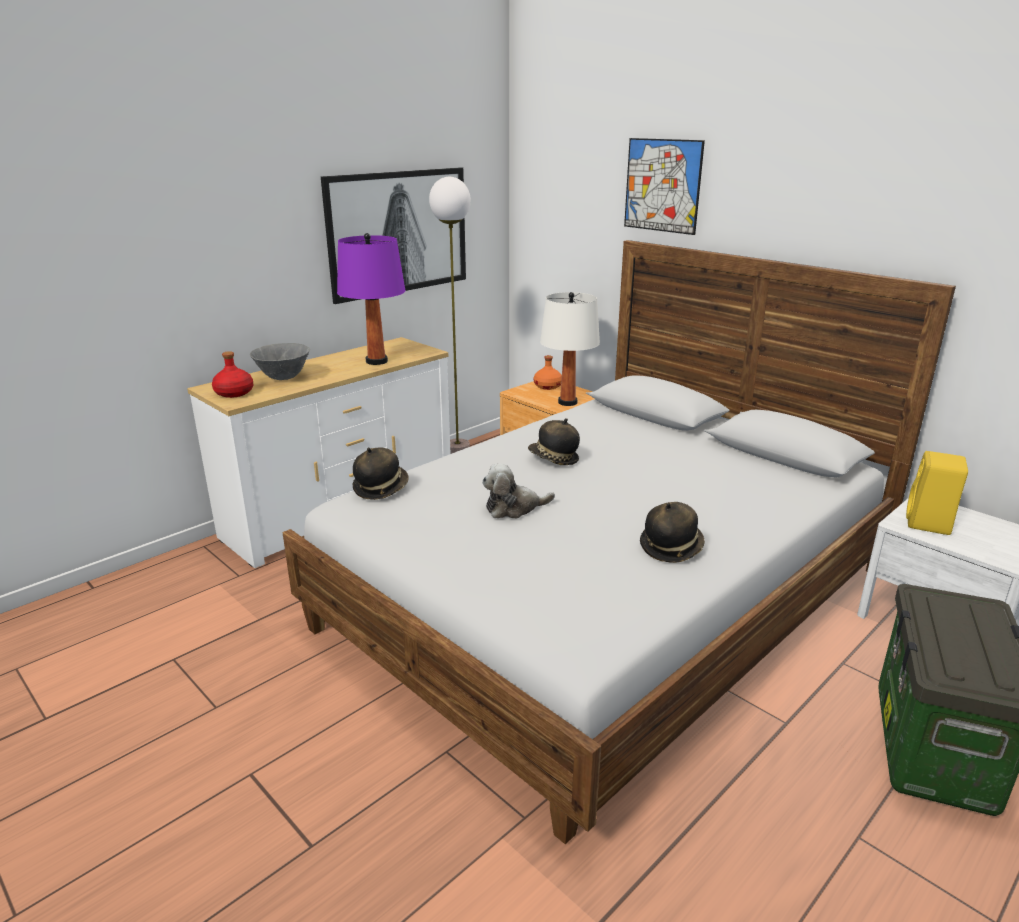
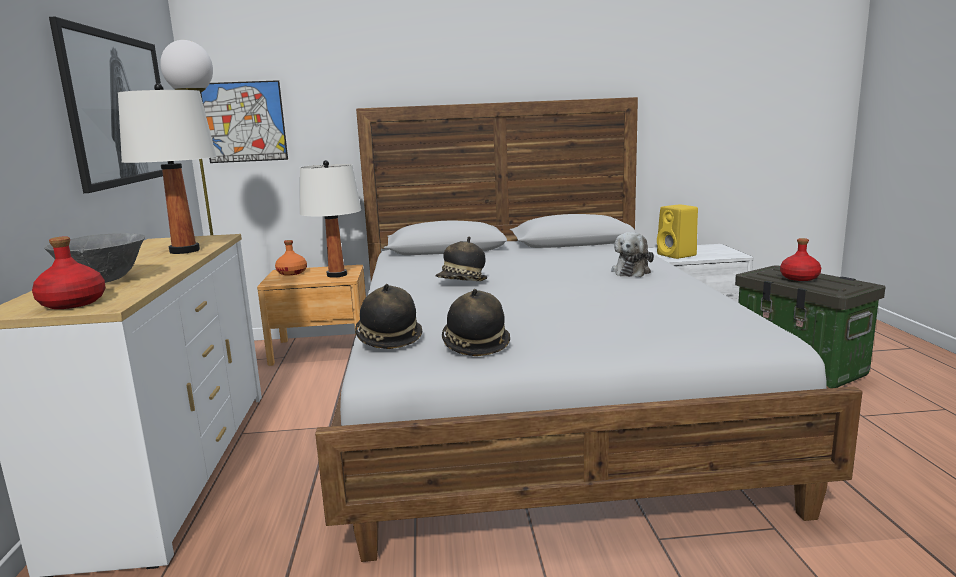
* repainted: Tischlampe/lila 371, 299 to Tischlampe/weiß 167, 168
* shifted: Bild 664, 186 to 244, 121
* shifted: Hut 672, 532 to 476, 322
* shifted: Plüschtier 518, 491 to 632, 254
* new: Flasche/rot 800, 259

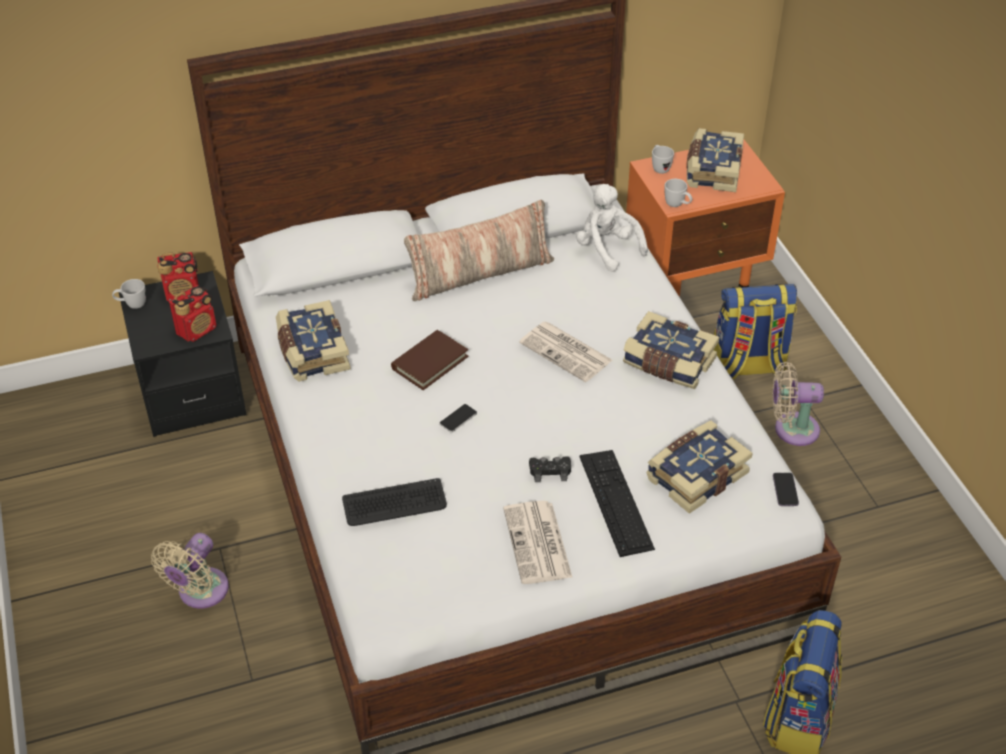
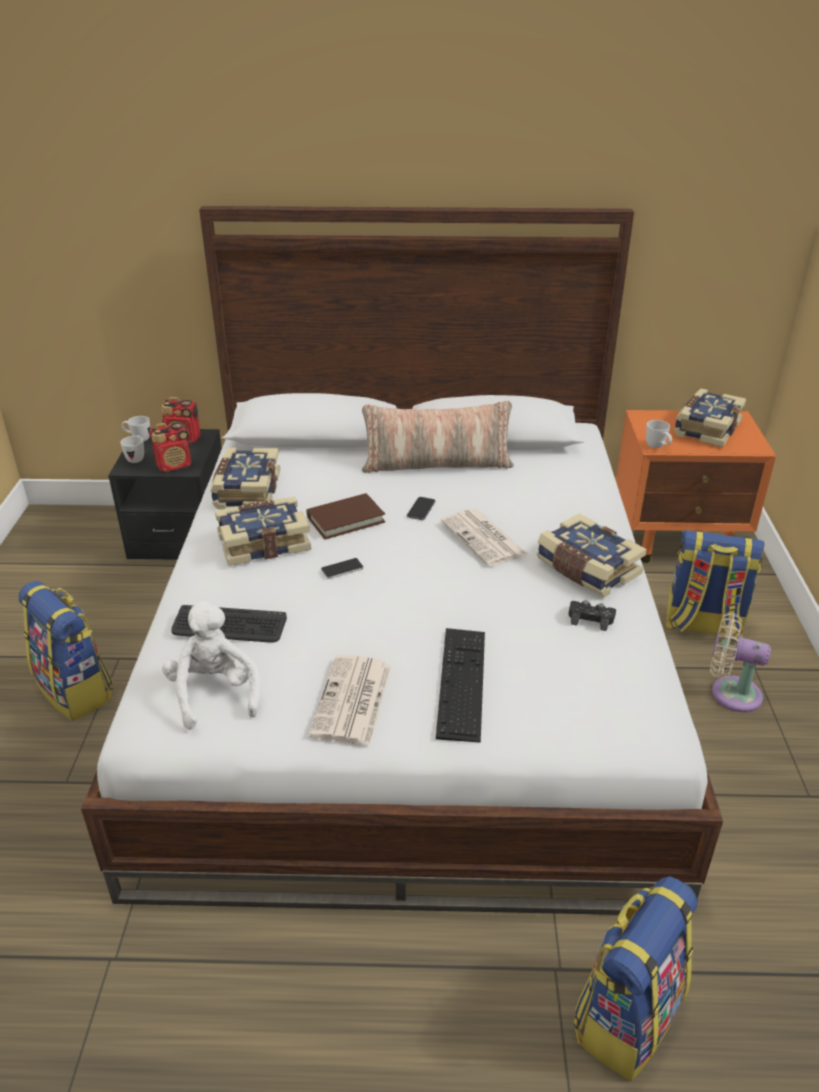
* swapped: Ventilator/beige 190, 571 to Rucksack 65, 651
* shifted: Henkelbecher/weiß 663, 159 to 132, 449
* shifted: Plüschtier/weiß 612, 228 to 211, 665
* shifted: Buch 699, 467 to 263, 531
* shifted: Handy 786, 489 to 421, 508
* shifted: Gamepad/schwarz 550, 469 to 592, 615

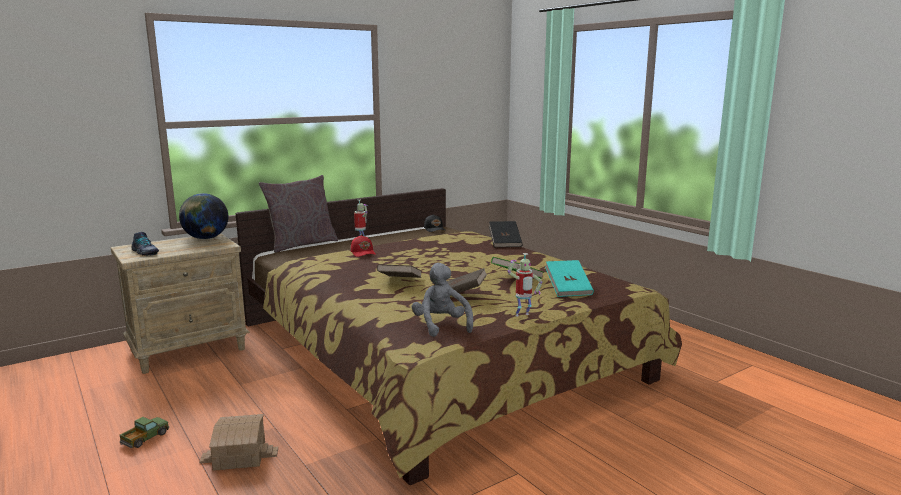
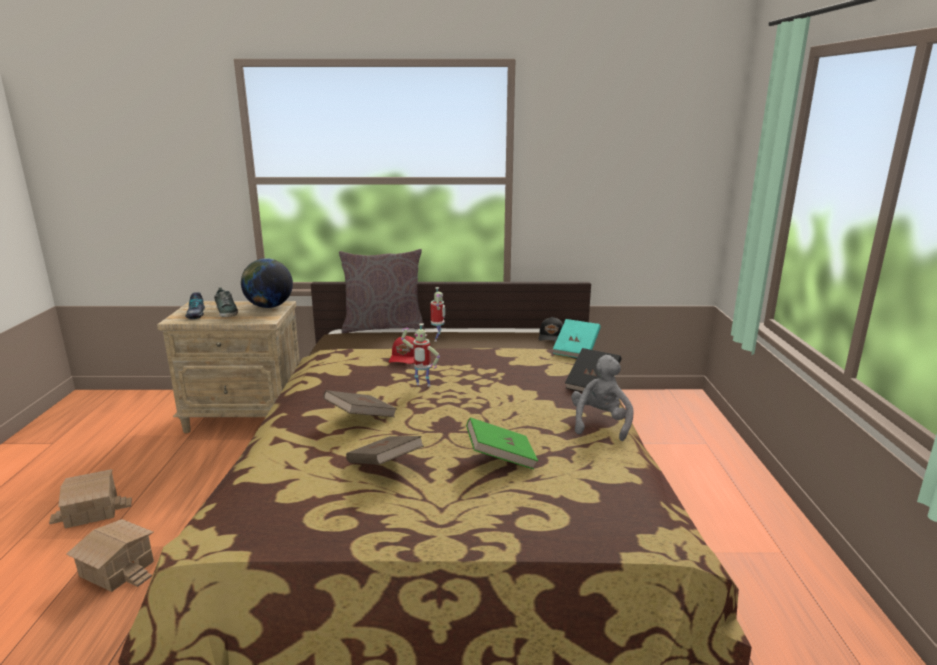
* swapped: Spielzeuglaster 144, 432 to Spielzeughaus 90, 499
* new: Schuh 226, 302
* shifted: Spielzeugroboter 524, 284 to 420, 355
* shifted: Buch/türkis 569, 278 to 577, 338
* shifted: Plüschtier/grau 442, 300 to 602, 398

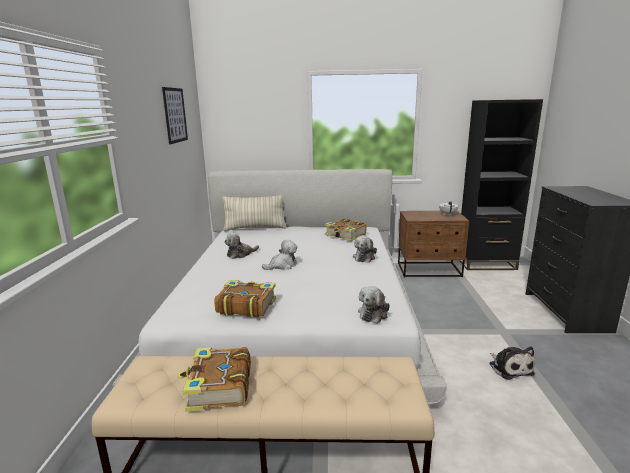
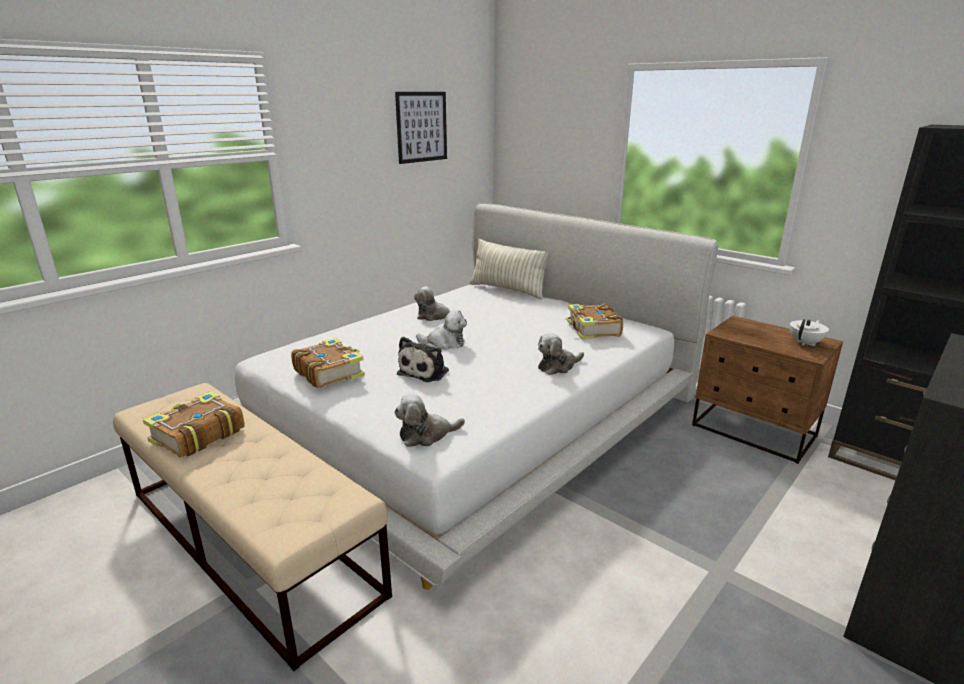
* shifted: Plüschtier 512, 363 to 423, 359

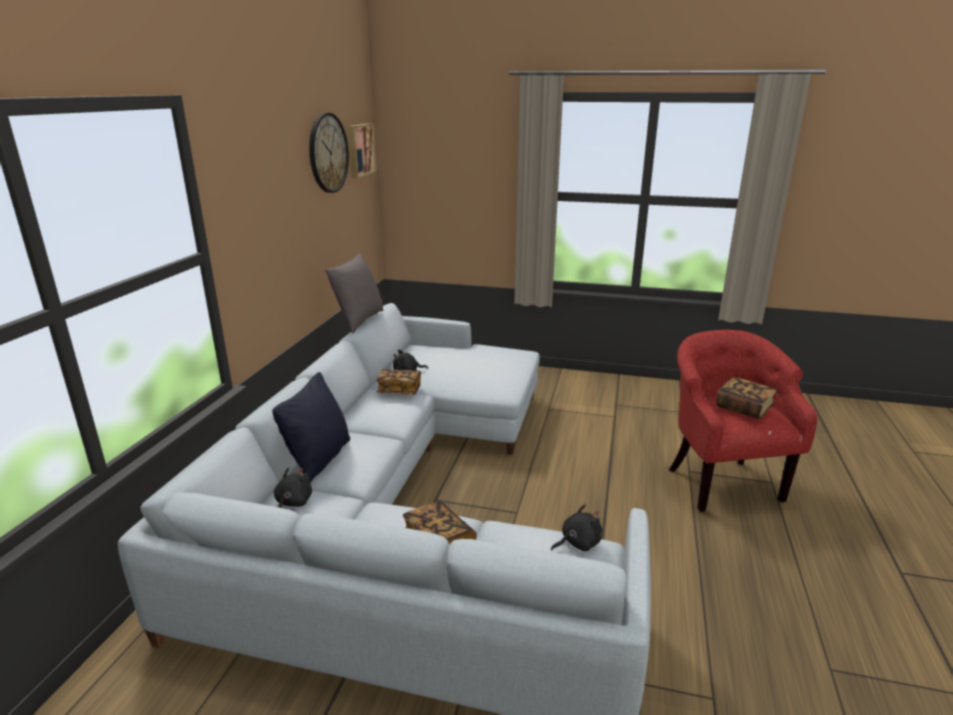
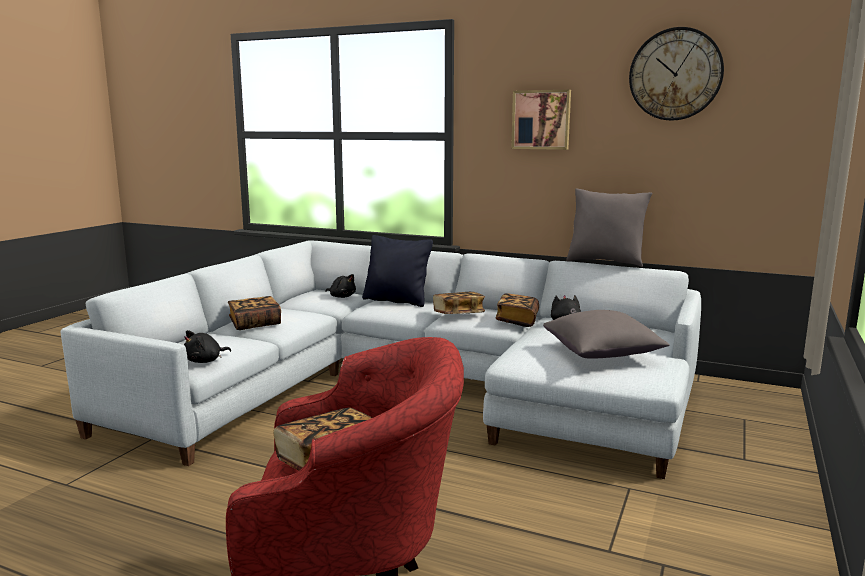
* rotated: Plüschtier/schwarz 576, 527 = 207, 346 60 degrees clockwise
* new: Buch 459, 303
* shifted: Bild 362, 150 to 541, 120
* new: Kissen/grau 606, 334

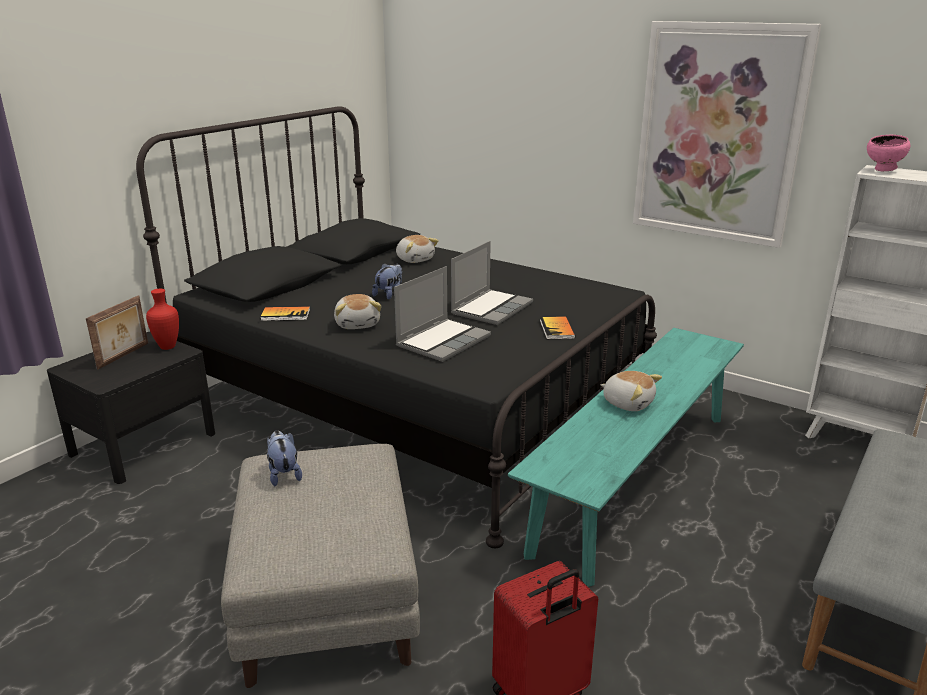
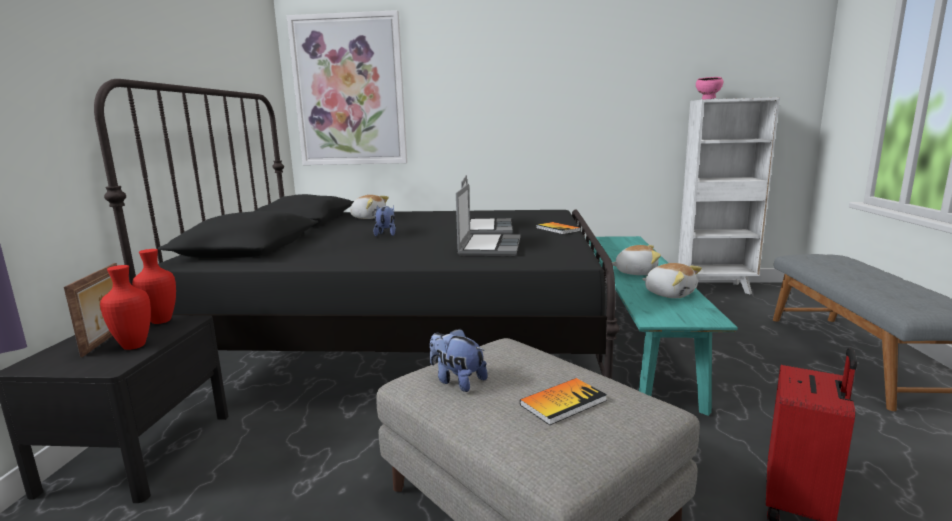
* new: Vase/rot 125, 307
* shifted: Bild 727, 134 to 347, 87
* shifted: Buch 285, 313 to 563, 401
* shifted: Plüschtier 358, 311 to 672, 280

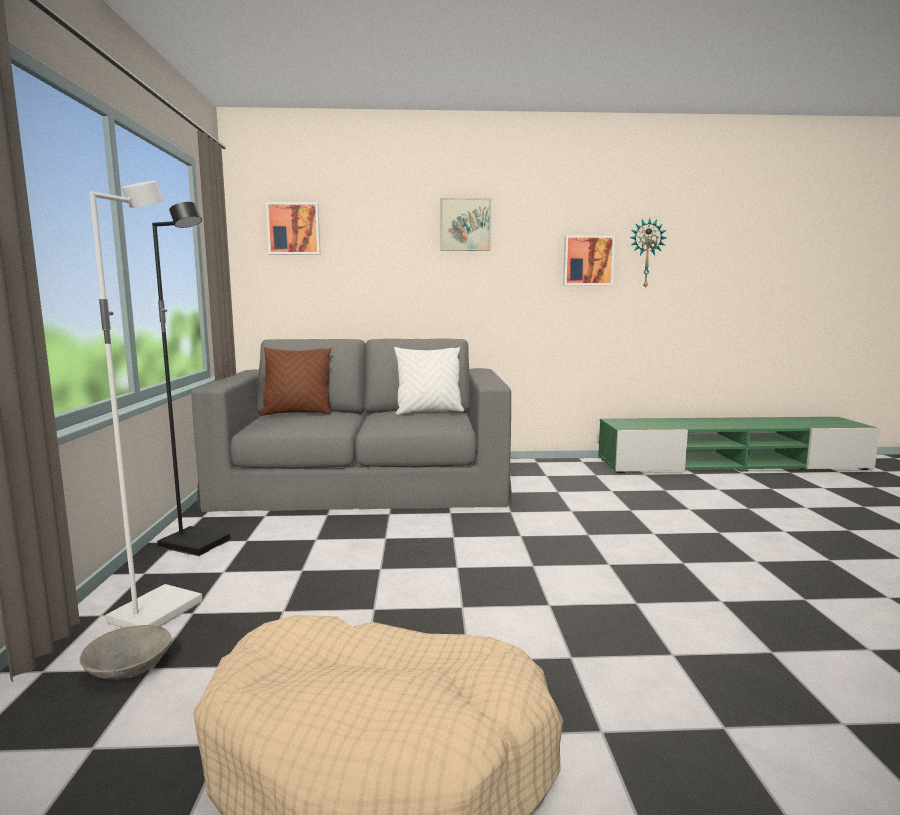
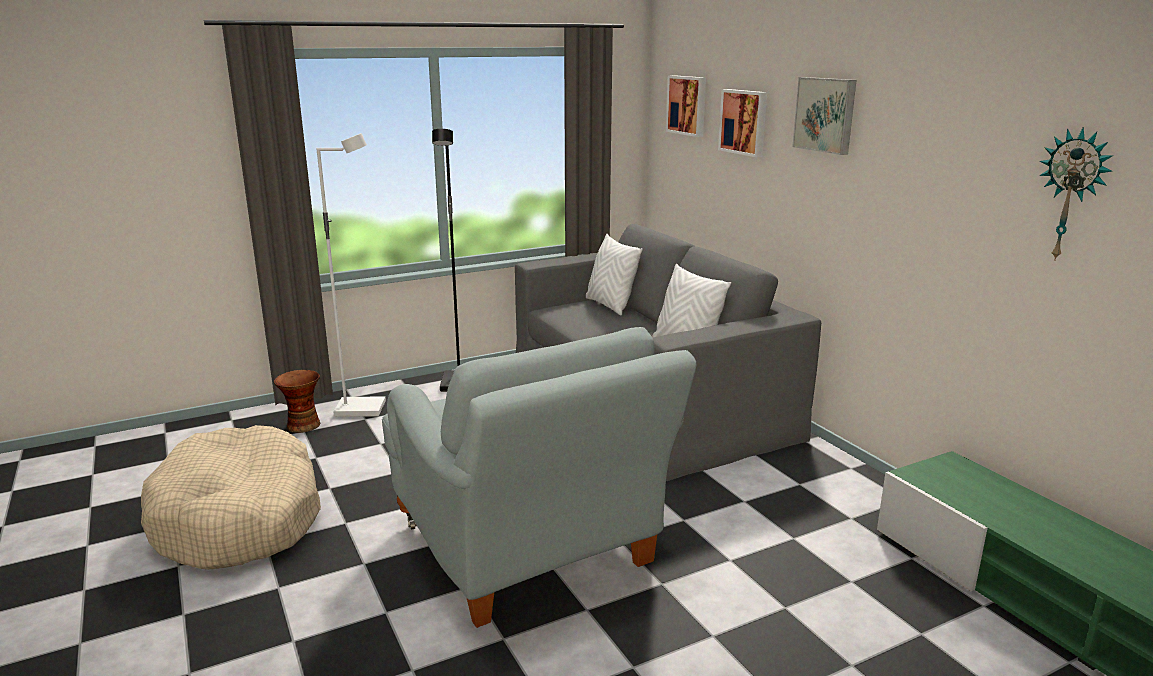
* swapped: Schüssel/grau 125, 652 to Vase 297, 401
* new: Sessel/grau 539, 477
* repainted: Kissen/braun 296, 381 to Kissen/weiß 614, 274
* shifted: Bild 589, 260 to 742, 123

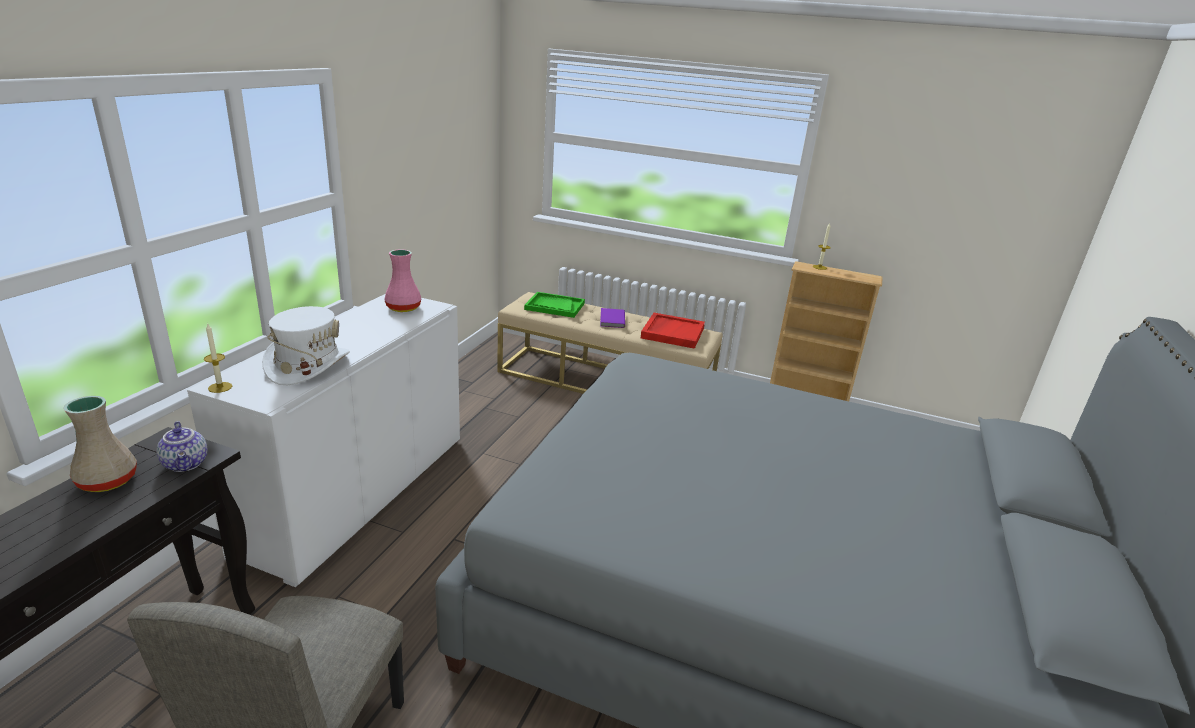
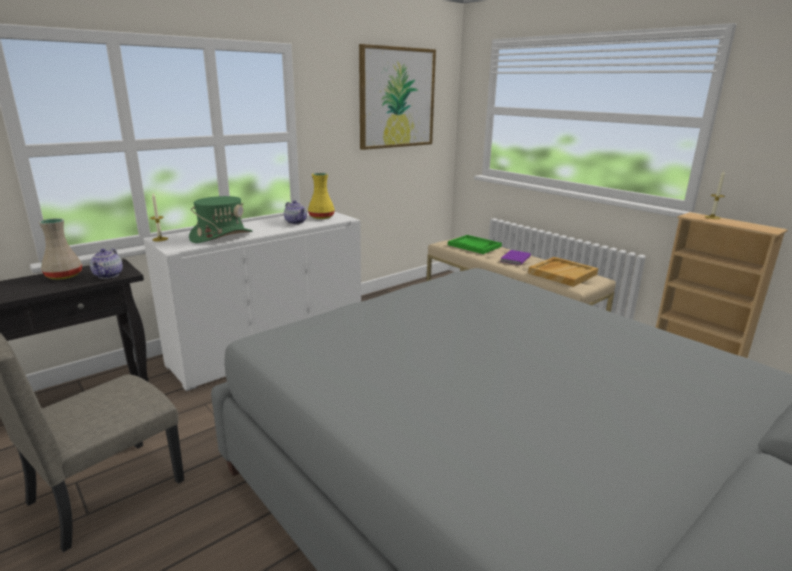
* repainted: Hut/weiß 306, 345 to Hut/grün 220, 219
* new: Teekanne 295, 212
* repainted: Vase/rosa 403, 280 to Vase/gelb 321, 196
* new: Bild 397, 97
* repainted: Tablett/rot 673, 331 to Tablett/beige 563, 272

